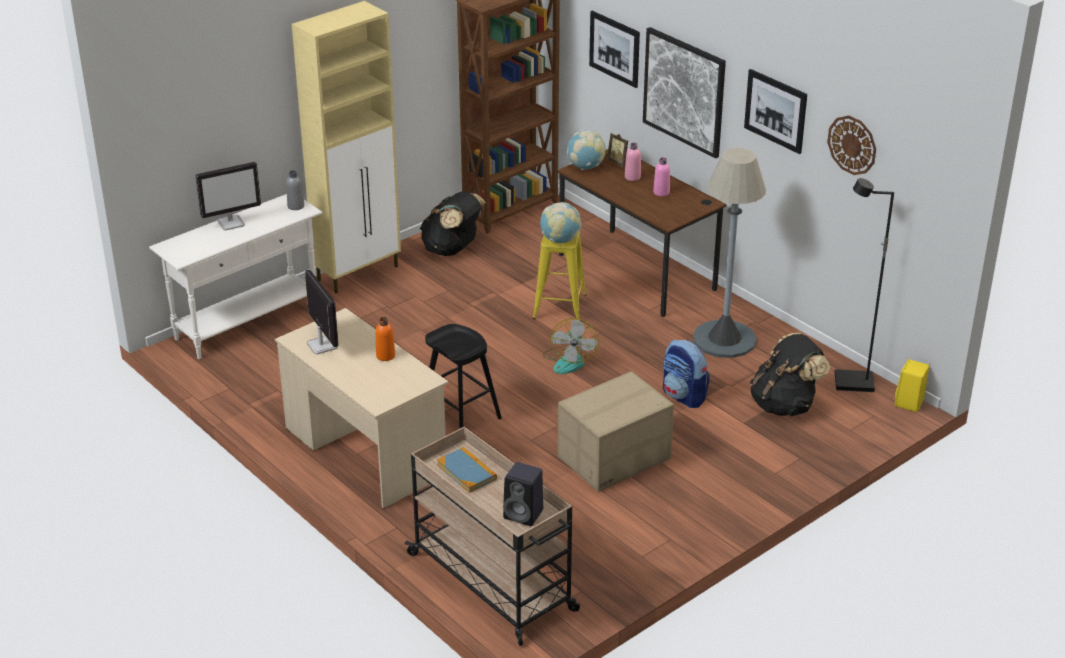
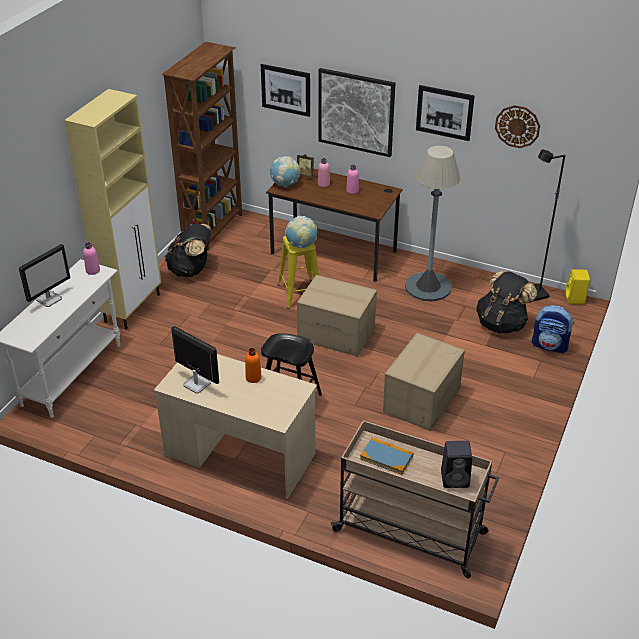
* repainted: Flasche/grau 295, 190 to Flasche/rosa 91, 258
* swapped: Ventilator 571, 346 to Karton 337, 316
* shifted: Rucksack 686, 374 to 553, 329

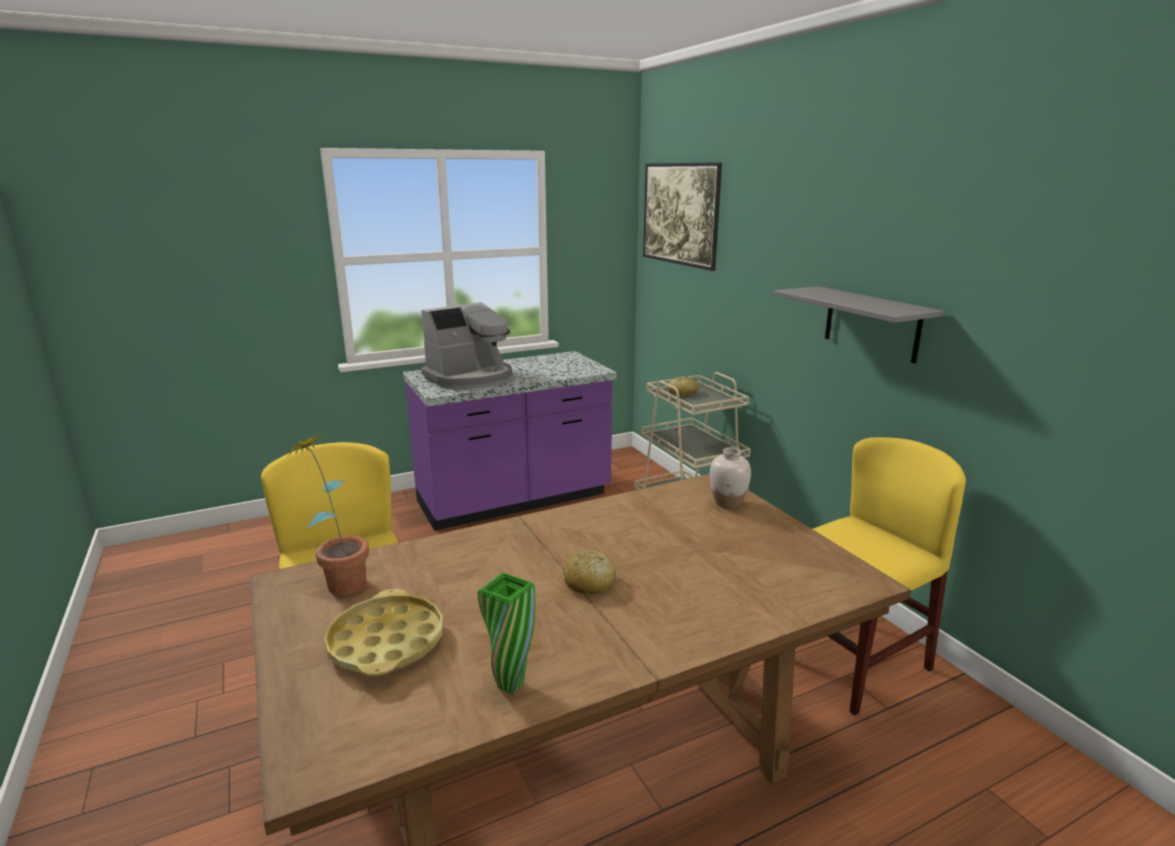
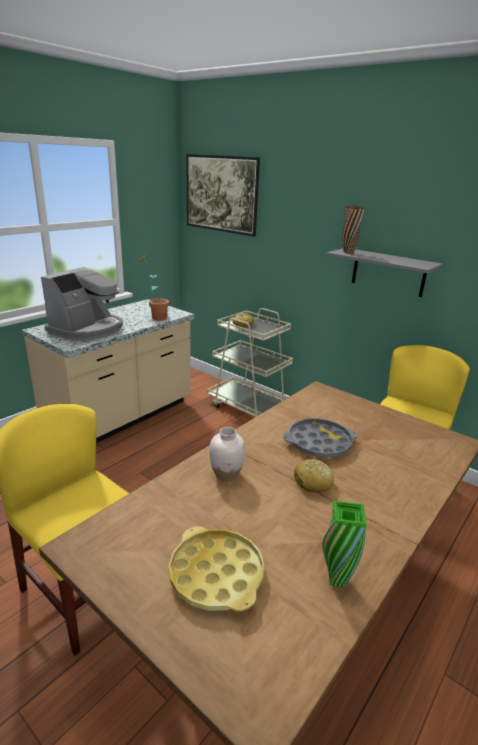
* repainted: Küchenzeile/lila 510, 441 to Küchenzeile/beige 108, 371
* shifted: Topfpflanze 327, 515 to 153, 287
* shifted: Vase/weiß 730, 478 to 227, 454
* new: Tablett/grau 320, 438
* new: Vase/braun 353, 230

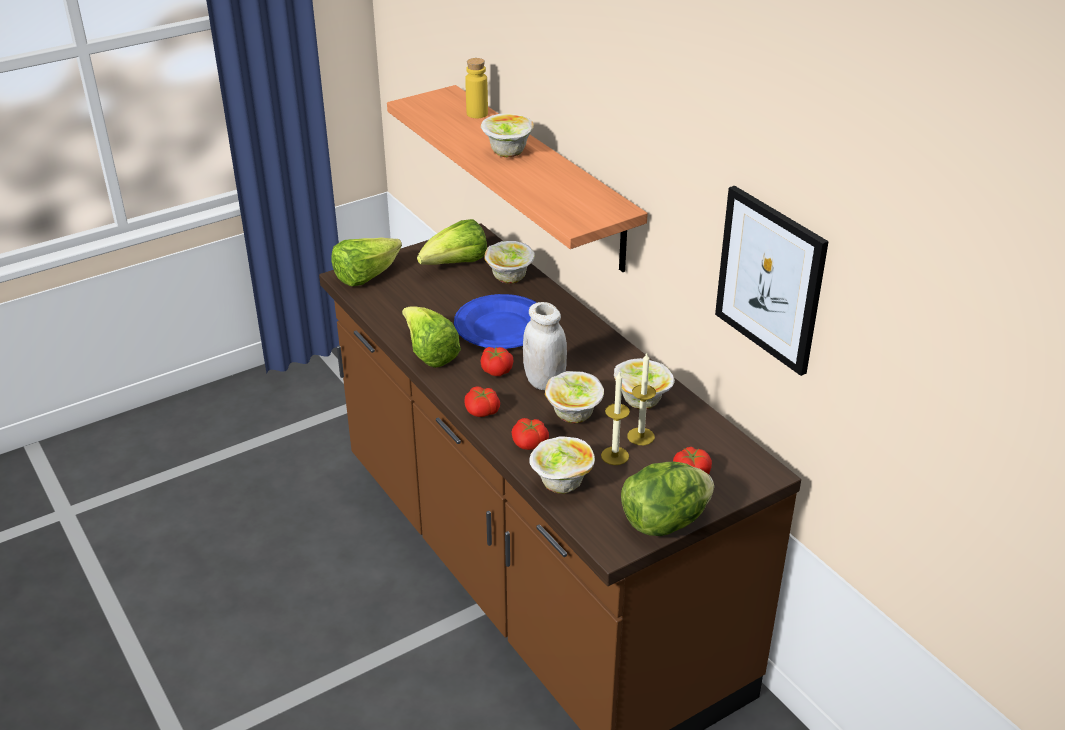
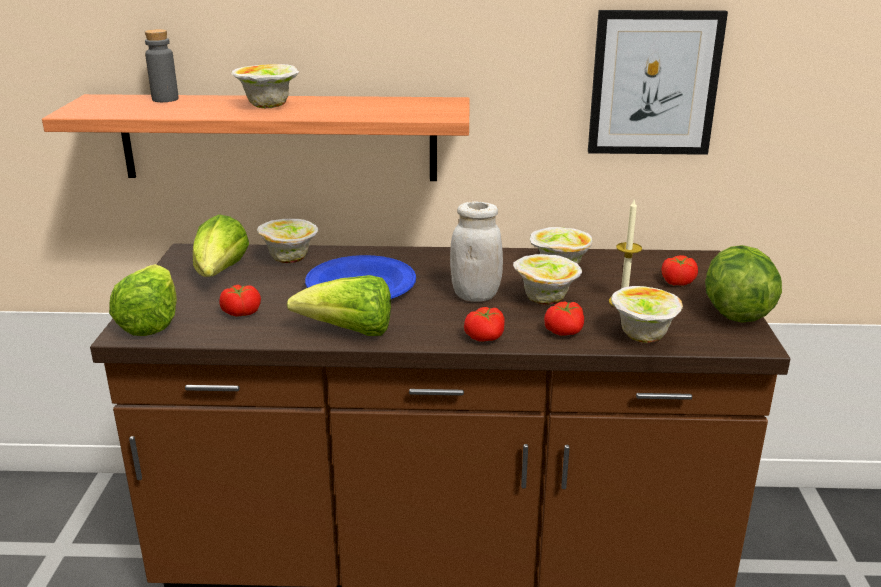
* repainted: Flasche/gelb 476, 88 to Flasche/grau 162, 65
* shifted: Tomate 496, 361 to 240, 300
* gone: Kerze 641, 399

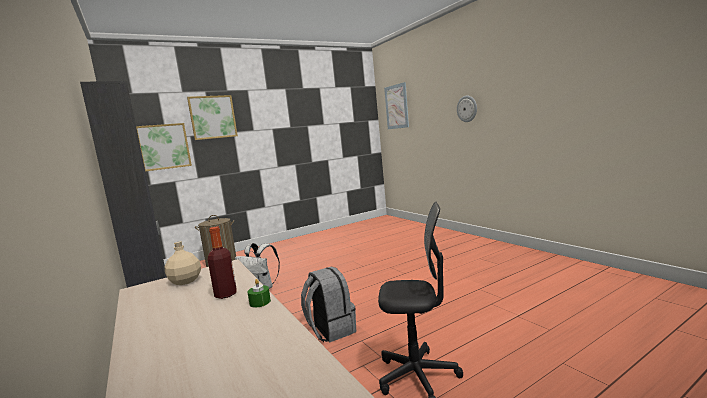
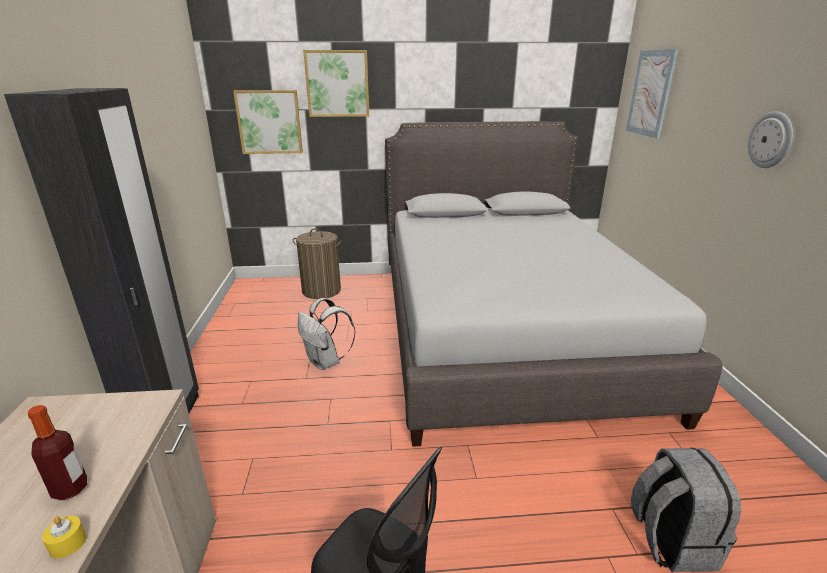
* repainted: Kerze/grün 259, 293 to Kerze/gelb 64, 537
* new: Bett/grau 553, 284
* shifted: Rucksack/grau 328, 304 to 686, 510
* gone: Flasche/beige 182, 263

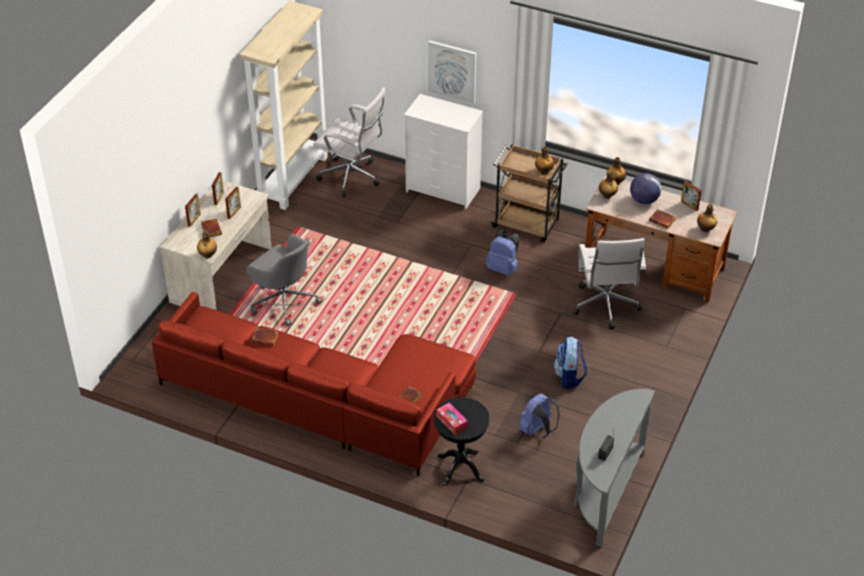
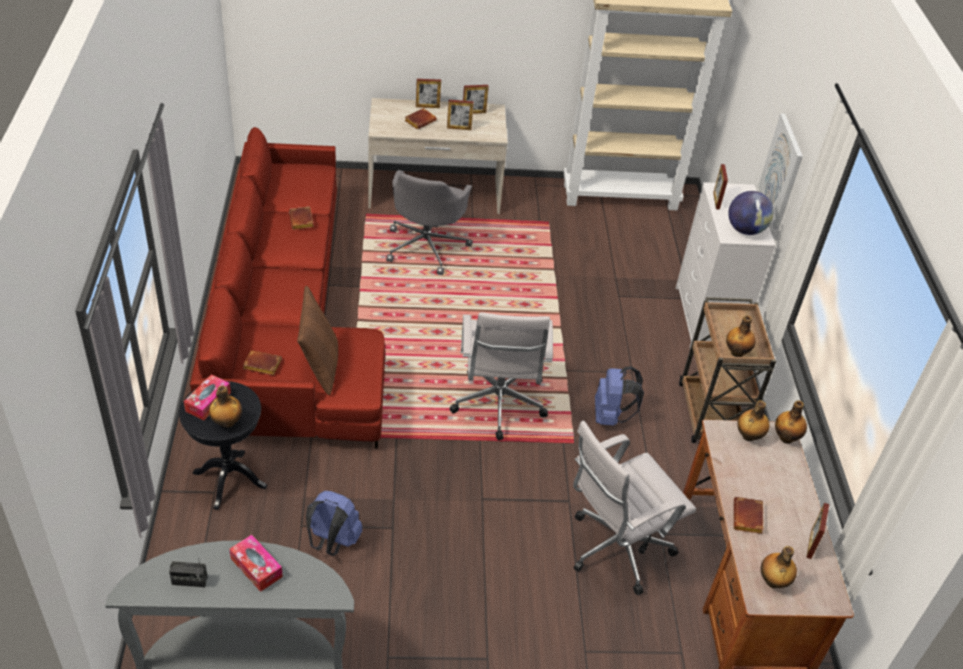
* shifted: Flasche 207, 244 to 225, 406
* new: Taschentuchbox 256, 563
* new: Kissen/braun 317, 340
* shifted: Bürostuhl/weiß 349, 142 to 501, 376
* new: Bilderrahmen 720, 187
* shifted: Globus 645, 188 to 751, 213
* gone: Rucksack 570, 362

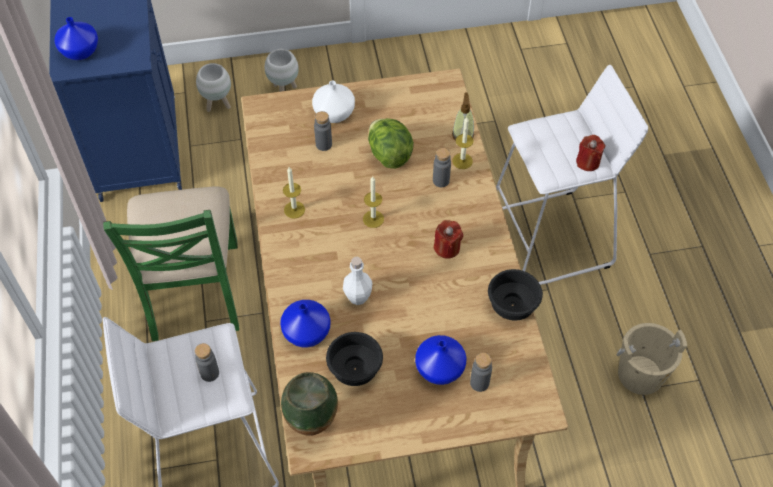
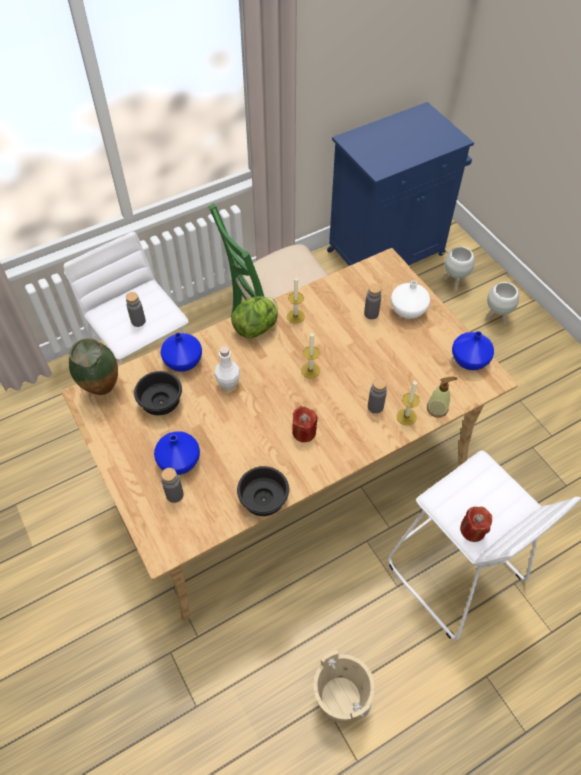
* shifted: Salatkopf 391, 143 to 254, 317
* shifted: Vase/blau 76, 38 to 473, 350

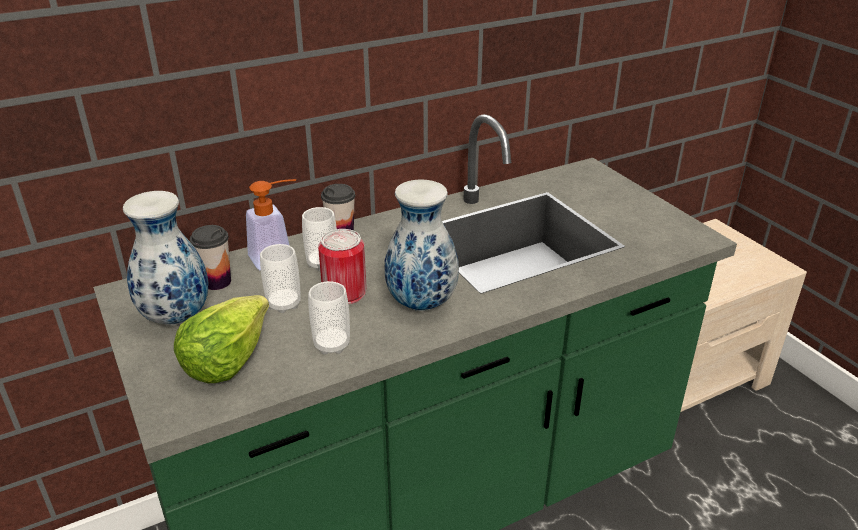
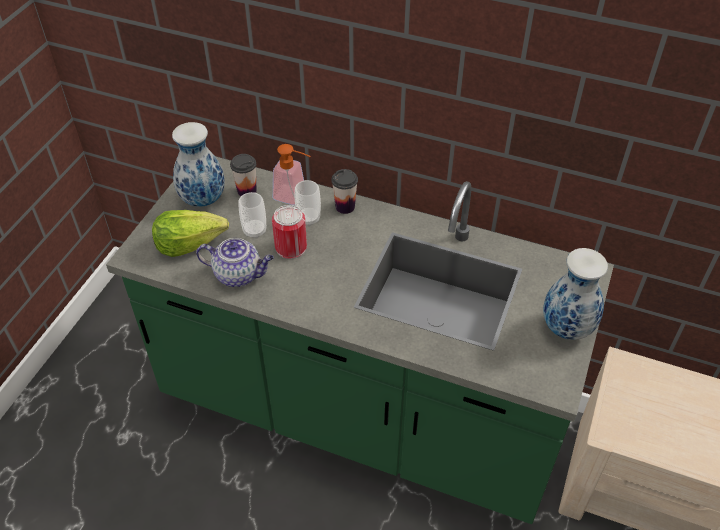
* swapped: Tasse 329, 318 to Teekanne 235, 262
* shifted: Vase 421, 245 to 575, 294

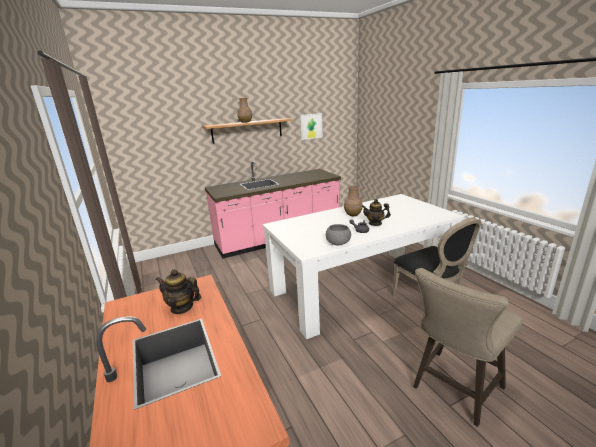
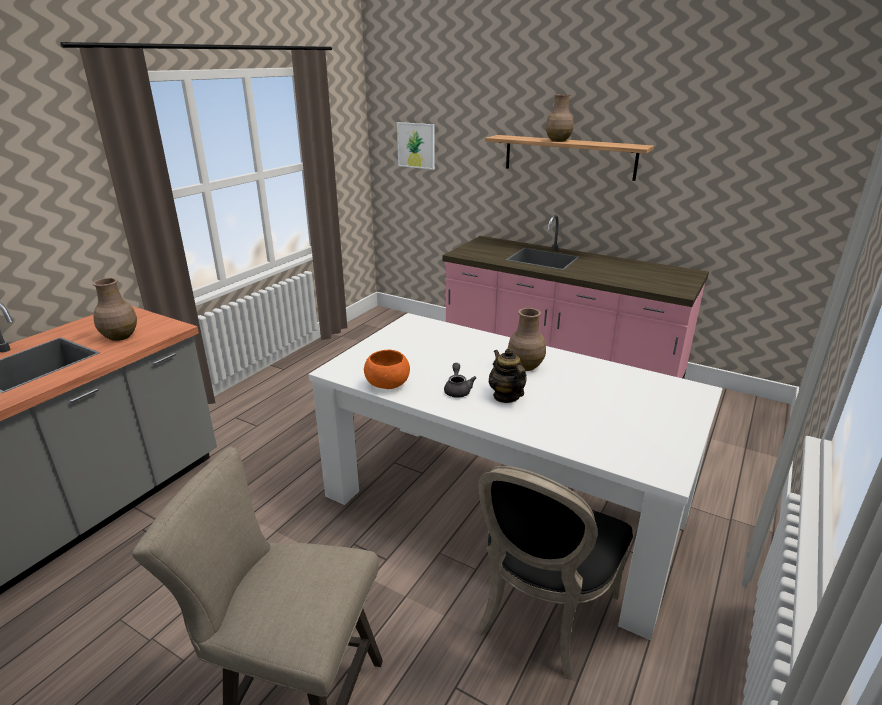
* swapped: Teekanne 178, 291 to Vase/braun 115, 309
* repainted: Schüssel/grau 338, 234 to Schüssel/orange 387, 369
* shifted: Bild 311, 126 to 416, 146

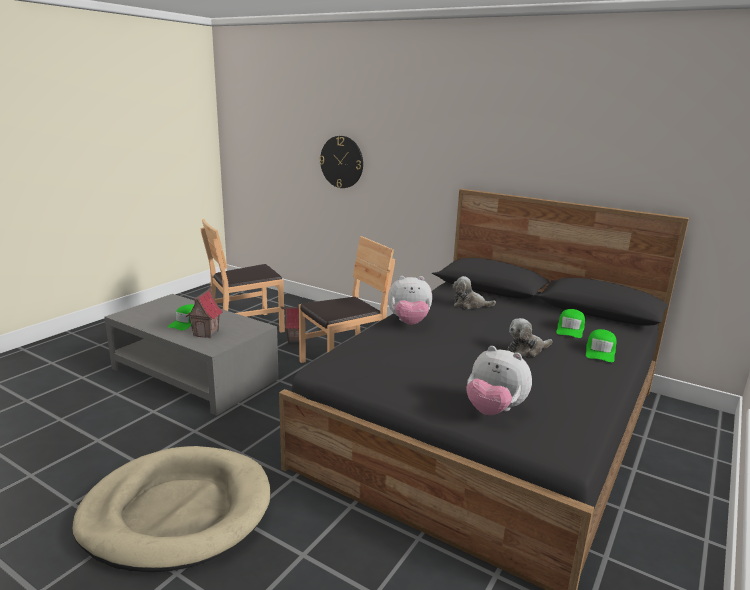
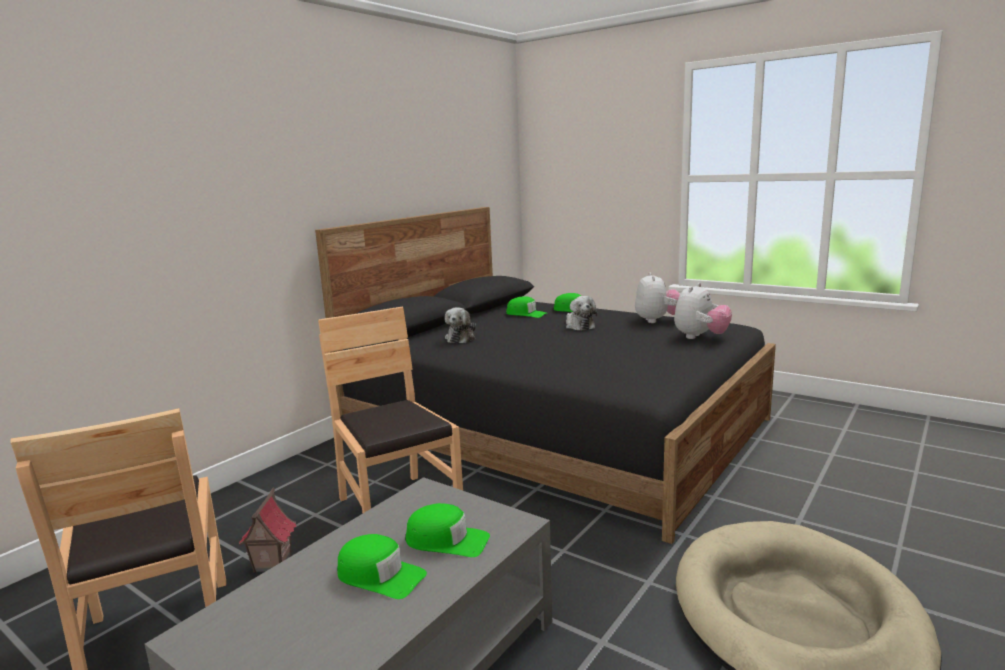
* swapped: Spielzeughaus 204, 312 to Kappe/grün 447, 530
* shifted: Plüschtier 410, 300 to 657, 297
* gone: Wanduhr 341, 162

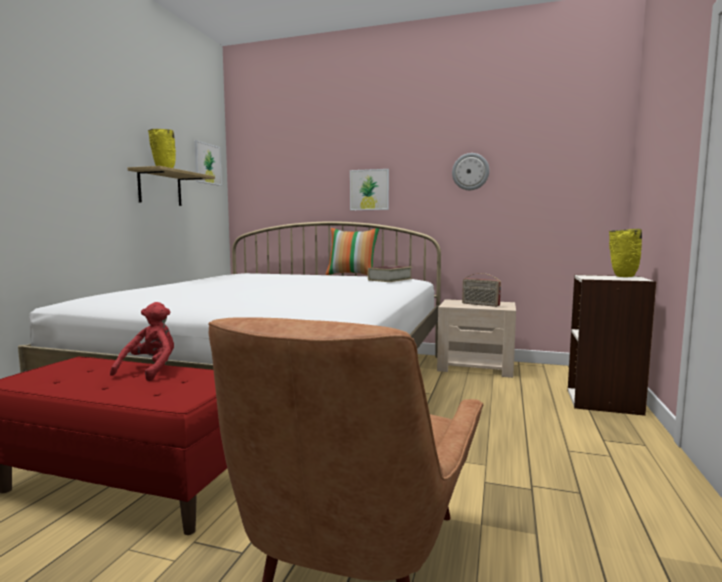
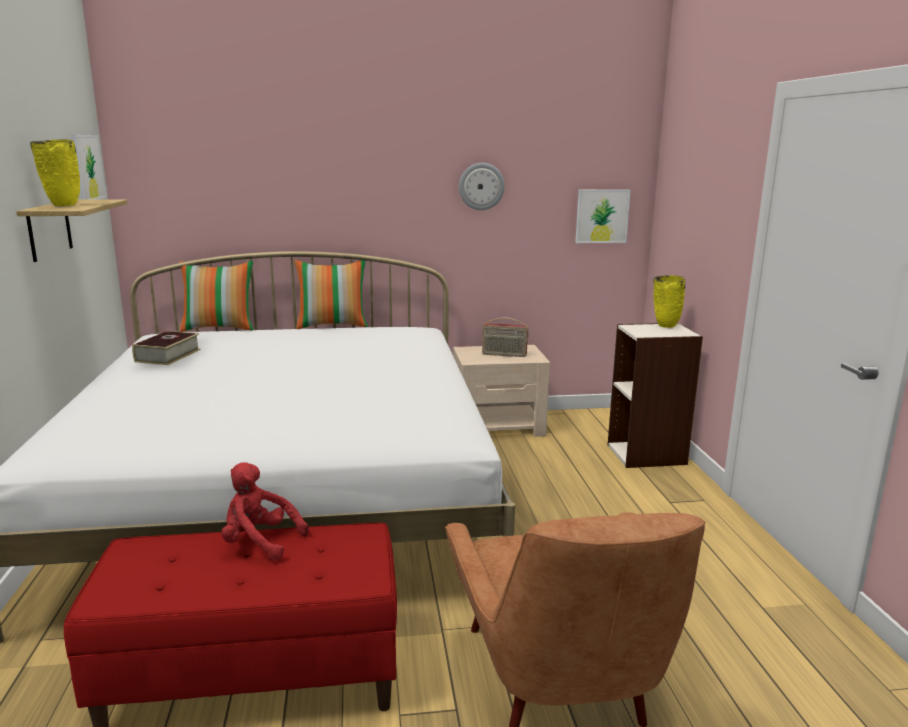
* shifted: Buch 390, 274 to 166, 348
* new: Kissen 216, 296
* rotated: Plüschtier/rot 142, 341 = 265, 511 60 degrees counterclockwise
* shifted: Bild 369, 189 to 603, 216

